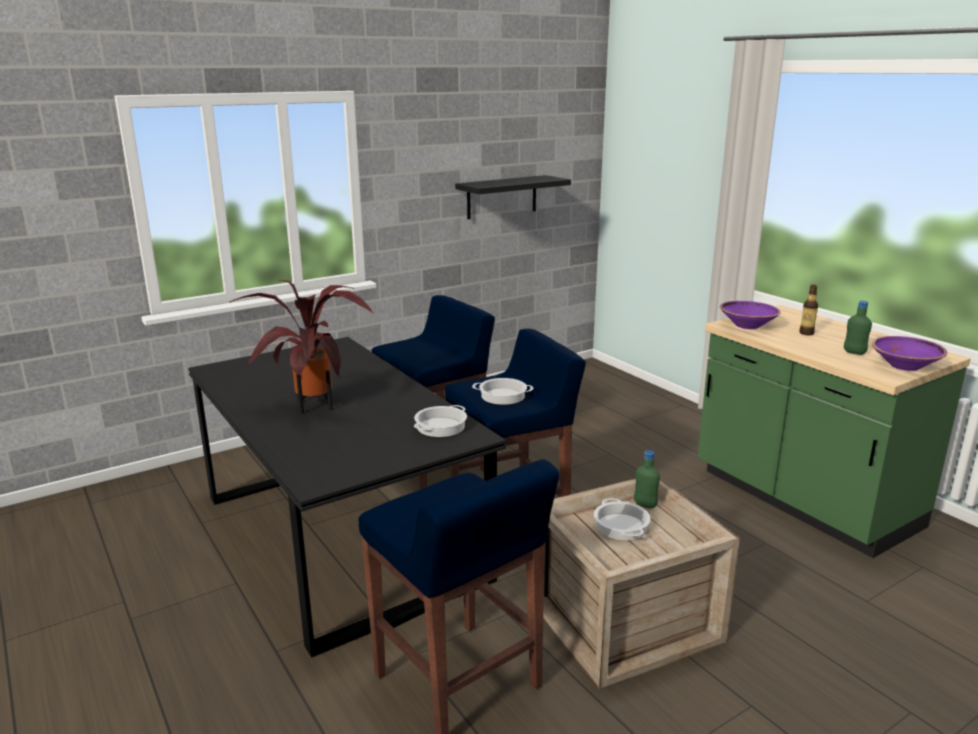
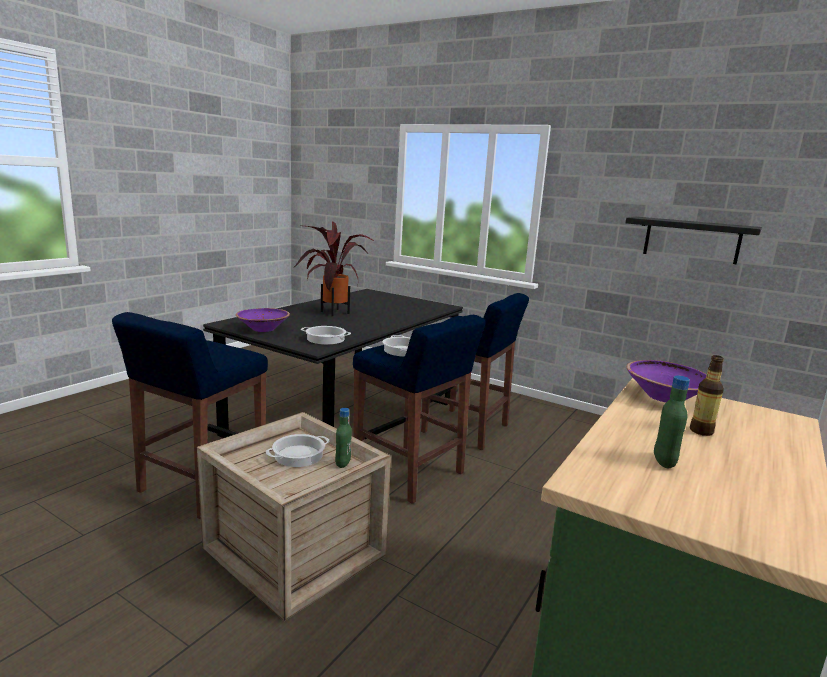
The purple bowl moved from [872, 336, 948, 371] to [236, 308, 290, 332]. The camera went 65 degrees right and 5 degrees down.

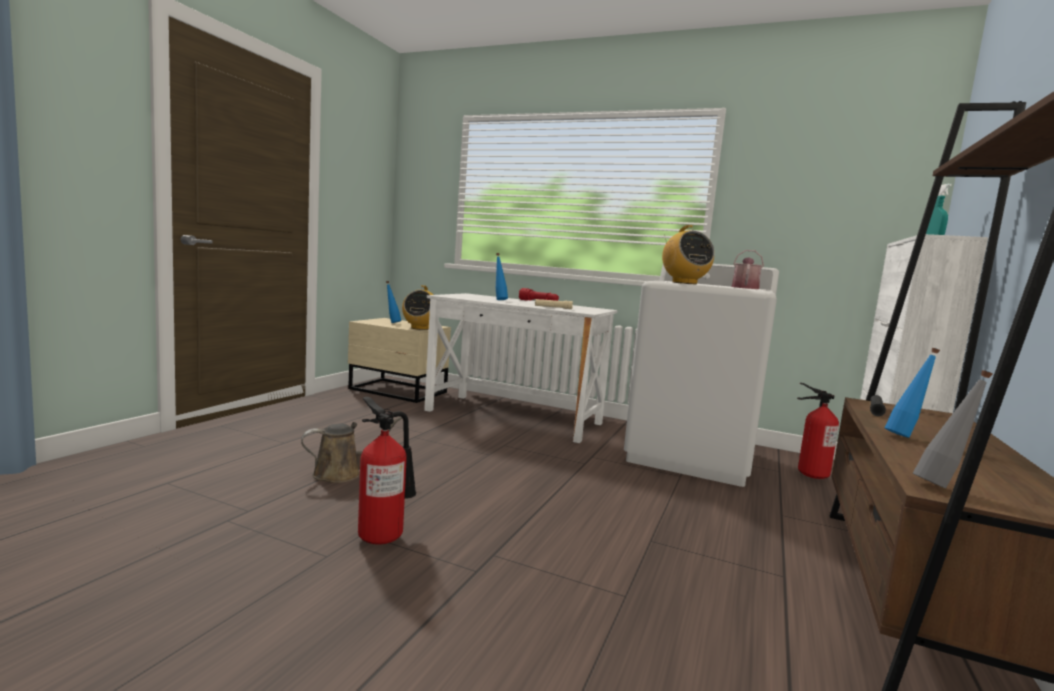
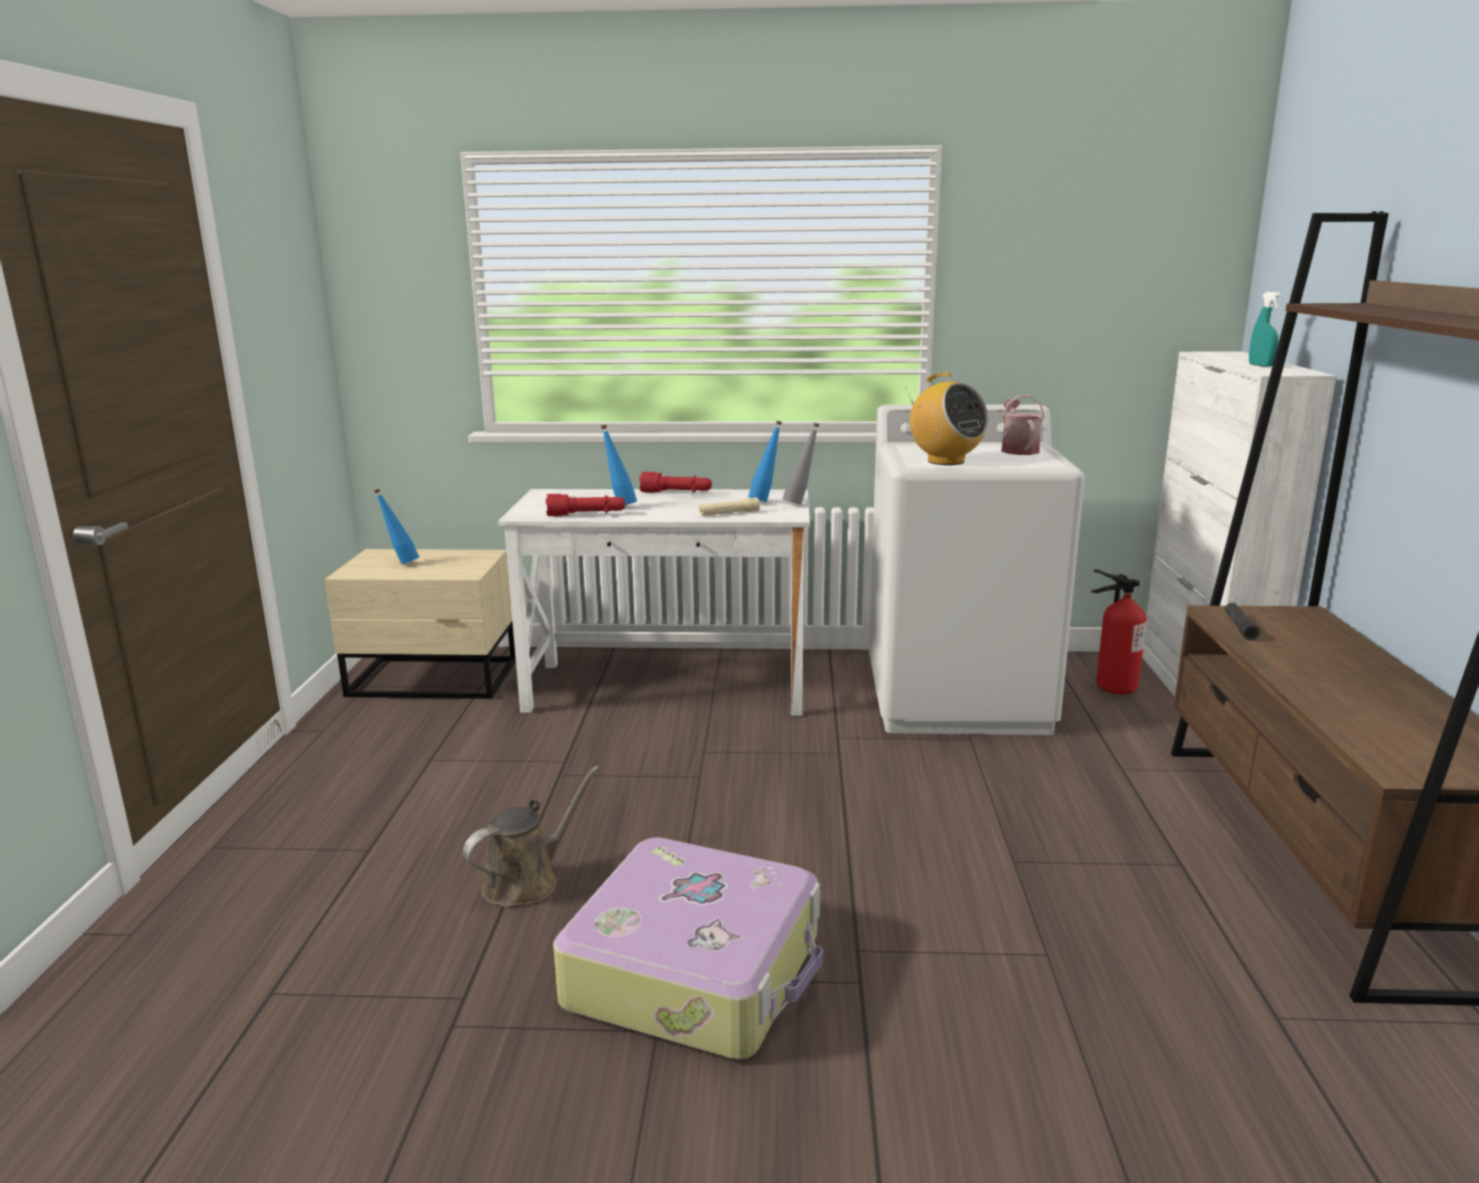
The red flashlight at [546, 494, 625, 516] appeared. The fire extinguisher at [358, 397, 416, 545] was replaced by the suitcase at [553, 837, 823, 1060]. The blue bottle moved from [885, 348, 940, 438] to [748, 421, 782, 502]. The grey bottle moved from [913, 370, 993, 489] to [783, 423, 820, 505]. The radio at [402, 285, 434, 330] disappeared. The camera went 20 degrees left and 10 degrees up.

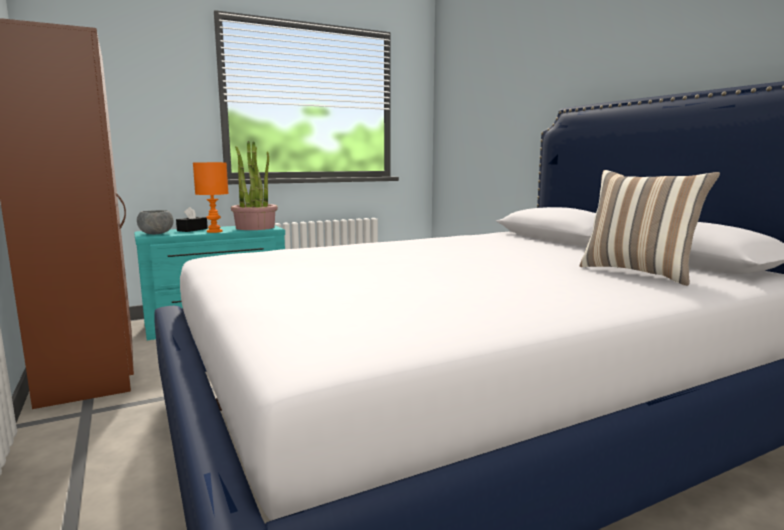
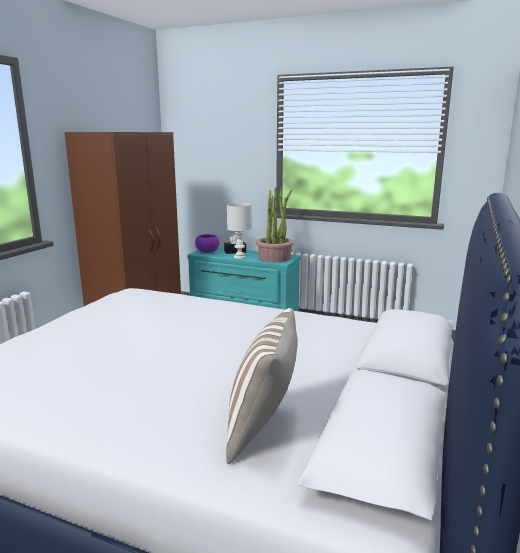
The grey bowl at [137, 210, 173, 234] became the purple bowl at [195, 234, 219, 253]. The orange table lamp at [193, 162, 229, 233] became the white table lamp at [227, 203, 252, 259]. The camera went 50 degrees right and 5 degrees up.

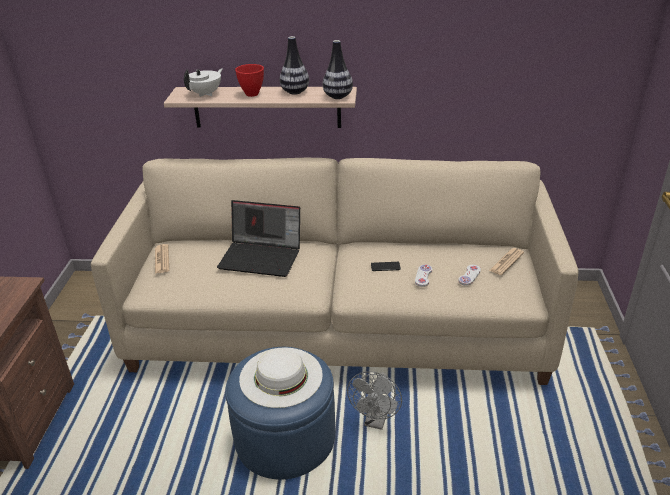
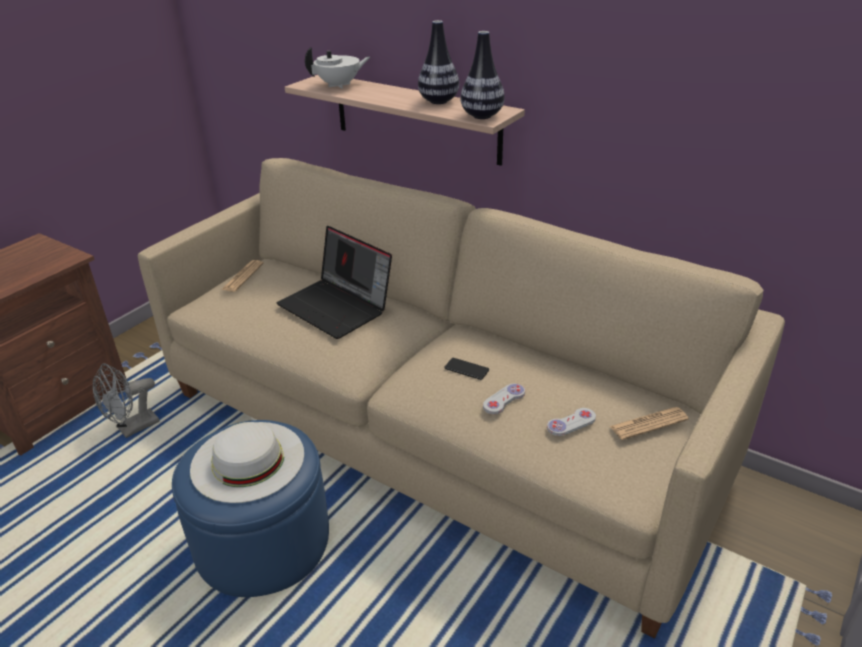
The grey fan moved from [347, 371, 402, 430] to [93, 363, 160, 438]. The red bowl at [235, 64, 264, 97] disappeared. The camera went 30 degrees right and 0 degrees up.

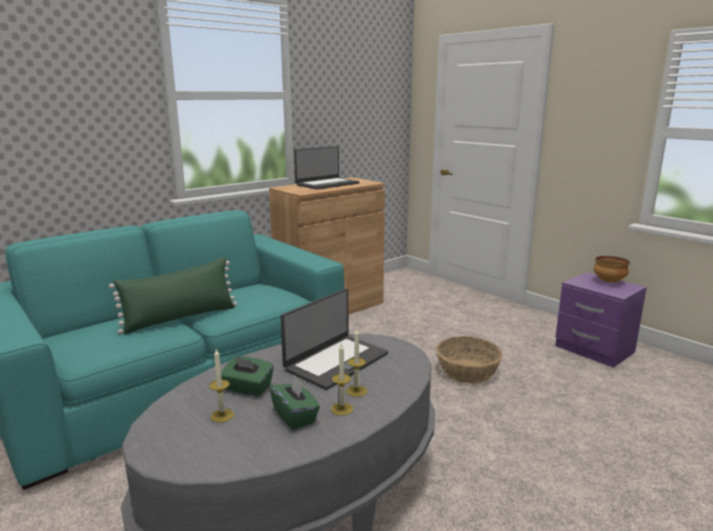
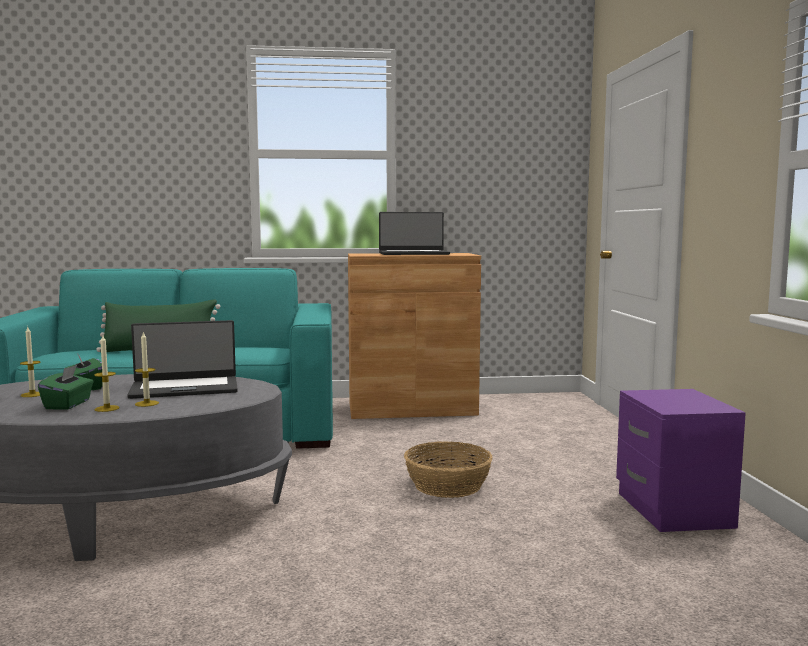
The bowl at [594, 256, 630, 283] disappeared. The camera went 35 degrees right and 10 degrees down.

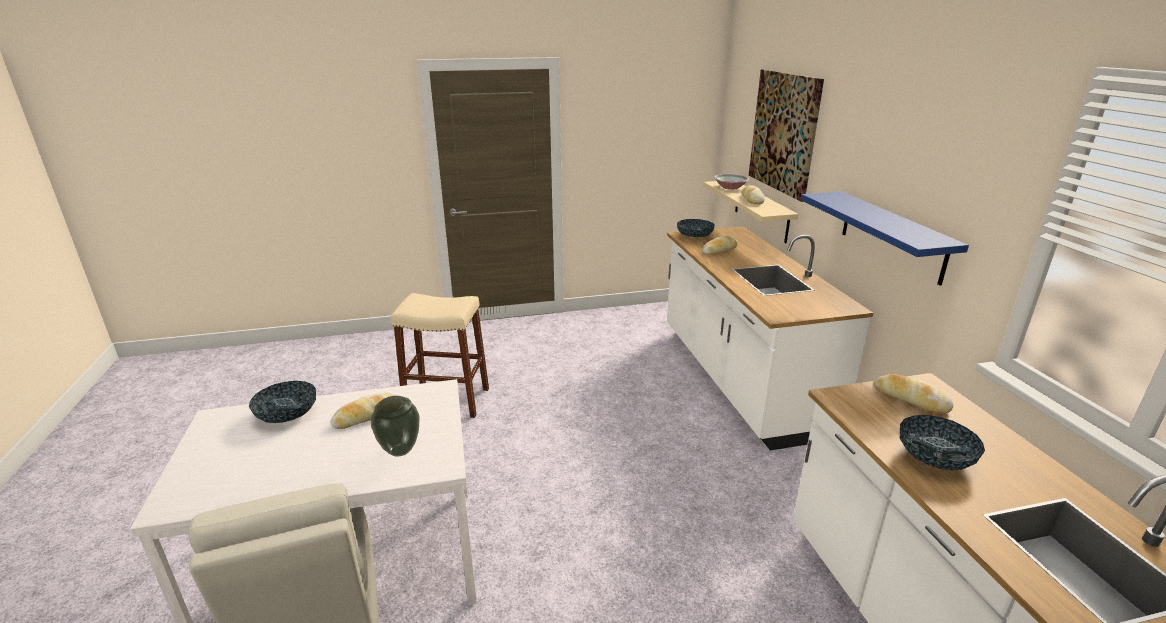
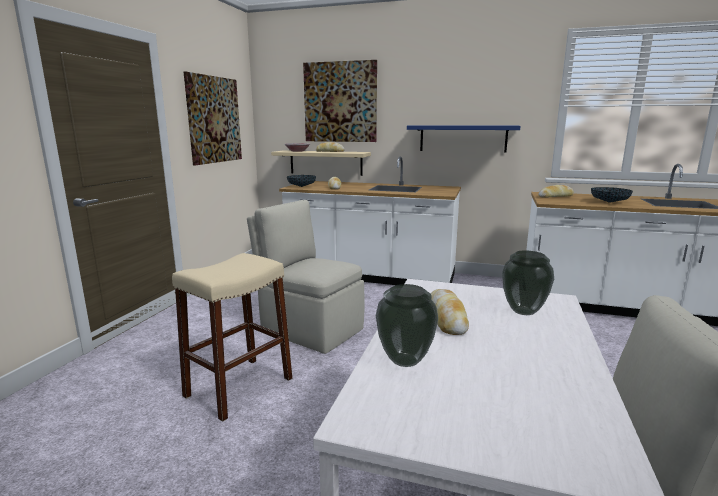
The picture at [184, 72, 242, 165] appeared. The beige chair at [247, 200, 364, 354] appeared. The bowl at [249, 381, 316, 423] was replaced by the vase at [376, 284, 438, 367]. The camera went 60 degrees left and 10 degrees down.

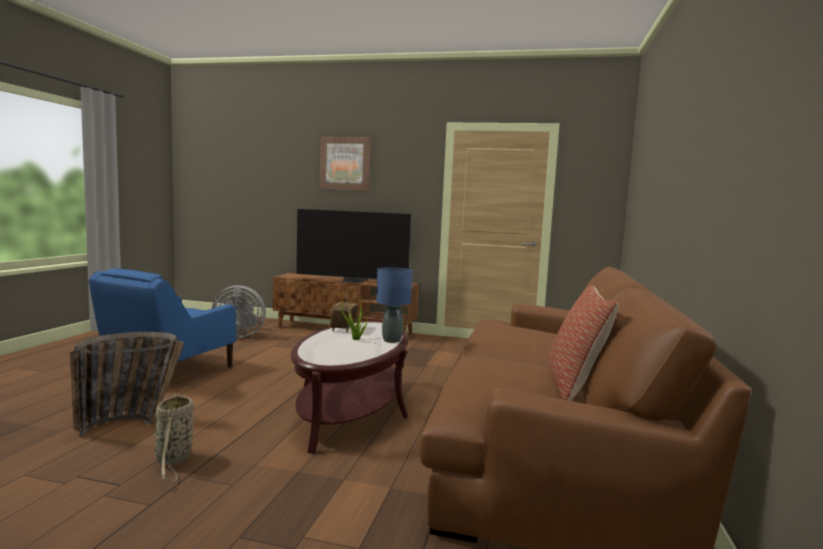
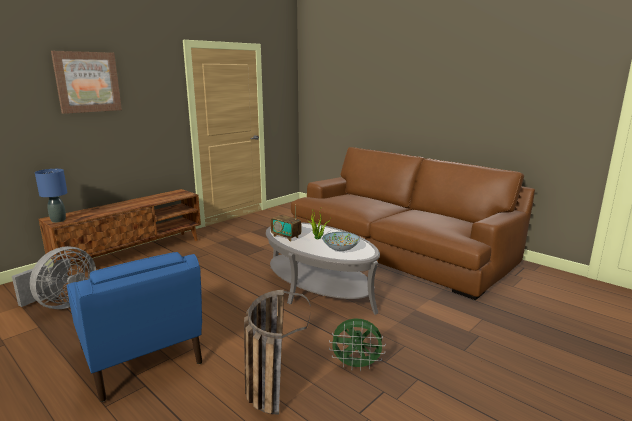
The blue table lamp moved from [376, 268, 412, 343] to [35, 169, 68, 223]. The brown coffee table at [291, 321, 408, 454] became the grey coffee table at [266, 222, 380, 315]. The bowl at [322, 232, 360, 251] appeared. The basket at [153, 393, 194, 481] was replaced by the green fan at [329, 318, 386, 371]. The television at [296, 209, 411, 283] disappeared. The pillow at [548, 285, 619, 401] disappeared. The camera went 60 degrees left and 10 degrees up.

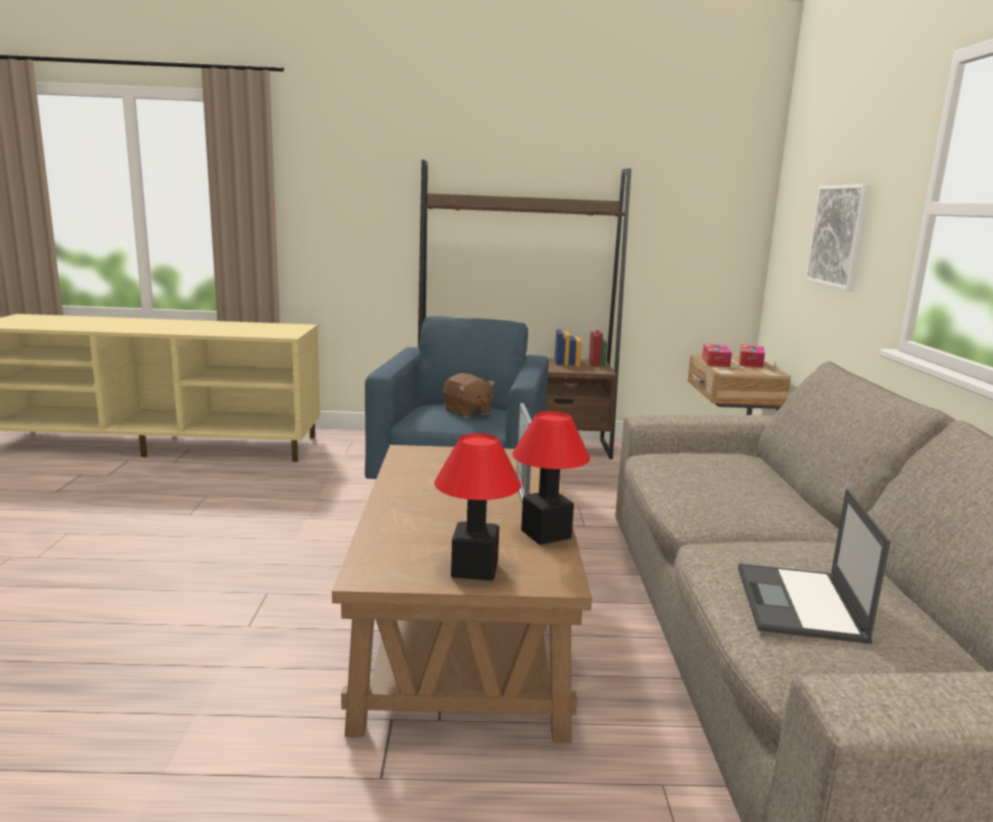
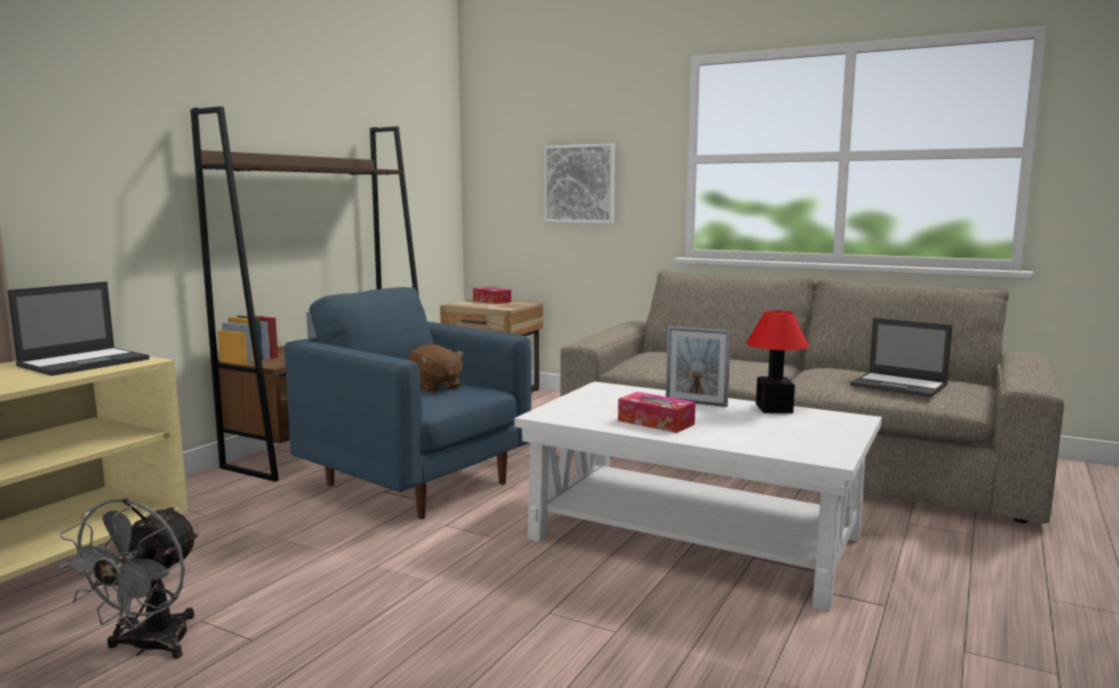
The laptop at [7, 282, 150, 376] appeared. The grey fan at [57, 498, 199, 659] appeared. The brown plush toy at [443, 373, 495, 418] turned 60 degrees clockwise. The brown coffee table at [332, 445, 592, 742] became the white coffee table at [514, 381, 882, 611]. The tissue box moved from [702, 344, 732, 367] to [618, 392, 695, 433]. The table lamp at [434, 433, 521, 580] disappeared. The camera went 60 degrees left and 5 degrees down.

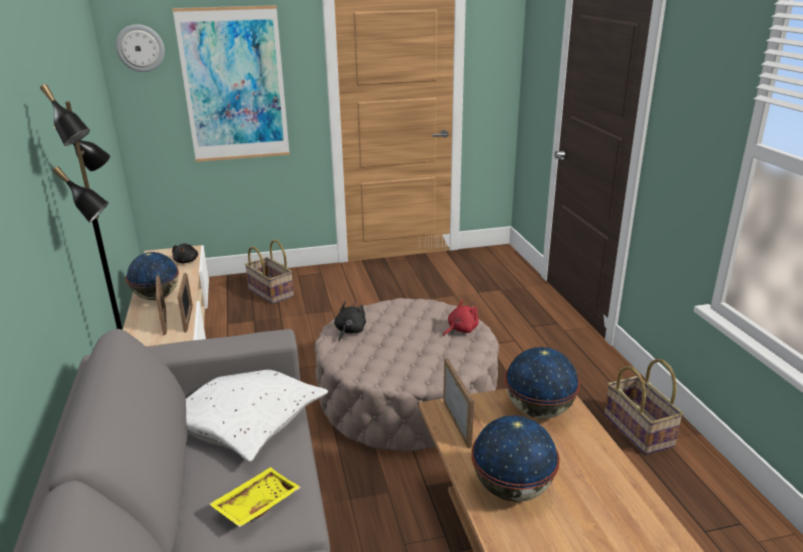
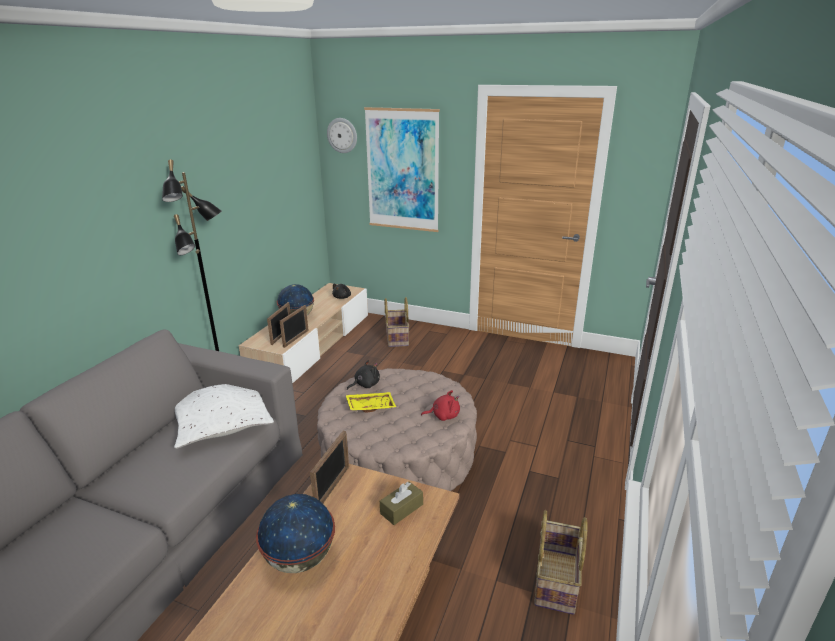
The yellow tray moved from [209, 467, 301, 527] to [346, 392, 397, 412]. The globe at [505, 347, 580, 419] was replaced by the brown tissue box at [380, 482, 423, 525]. The camera went 35 degrees right and 0 degrees up.

